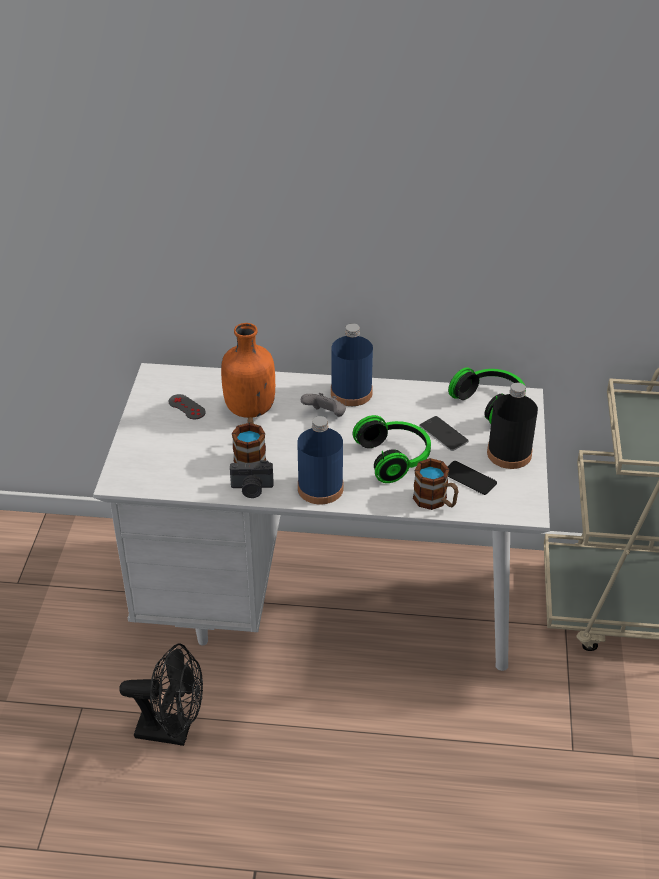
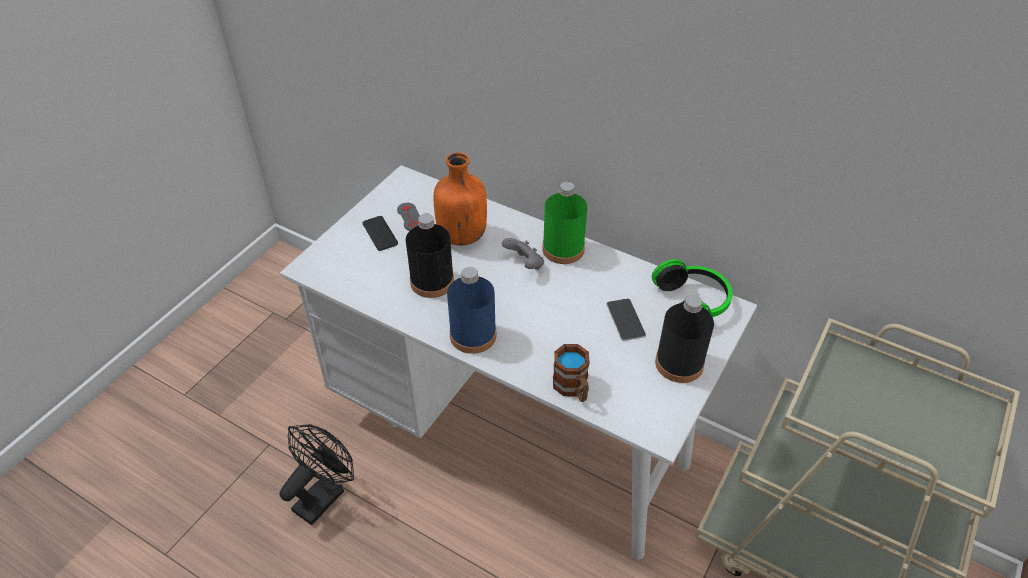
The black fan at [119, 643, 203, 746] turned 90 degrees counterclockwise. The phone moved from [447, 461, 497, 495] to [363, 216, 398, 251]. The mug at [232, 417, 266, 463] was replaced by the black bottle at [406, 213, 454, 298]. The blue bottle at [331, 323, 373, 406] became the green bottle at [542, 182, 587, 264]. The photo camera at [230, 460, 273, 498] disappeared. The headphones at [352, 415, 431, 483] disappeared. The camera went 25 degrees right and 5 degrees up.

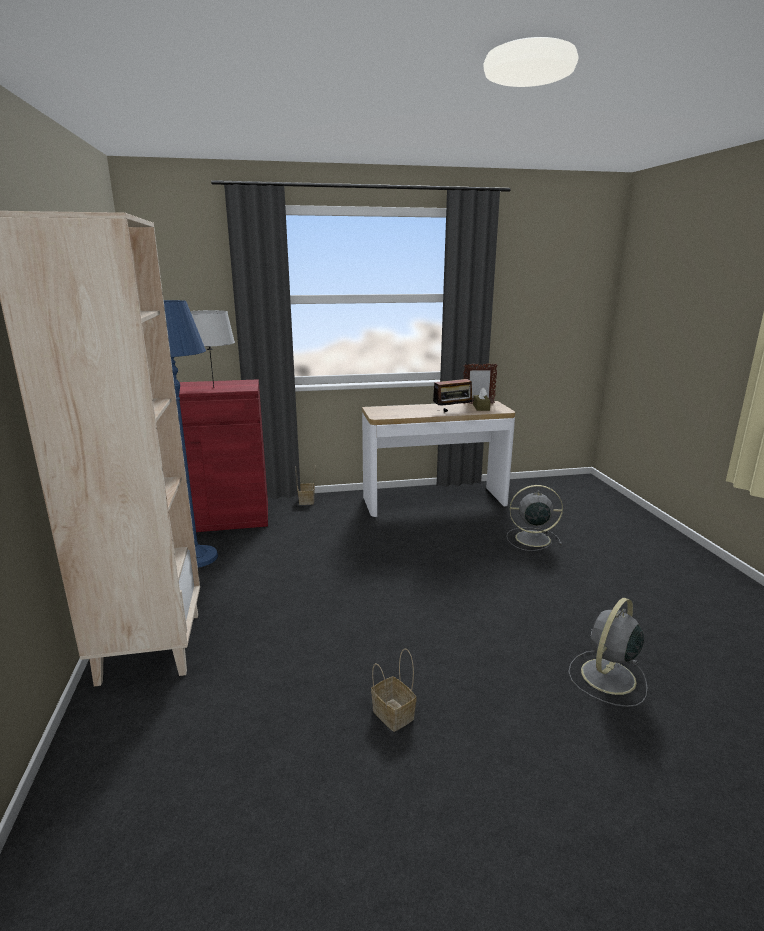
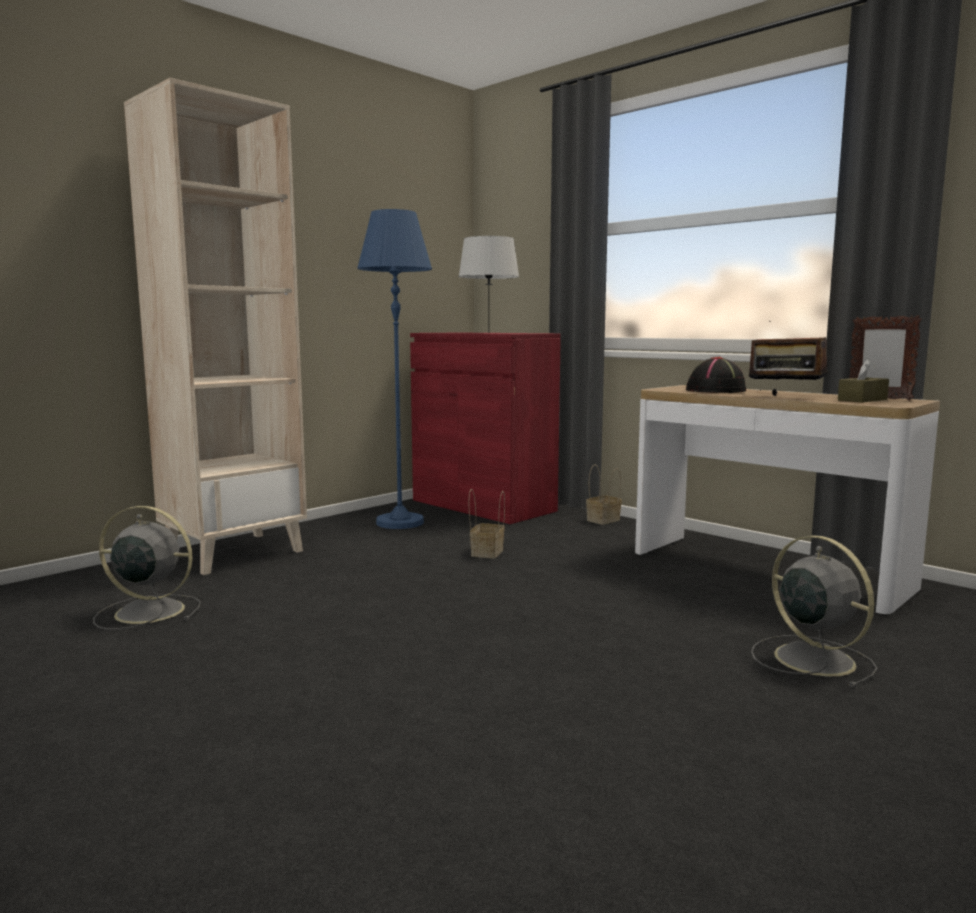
The grey fan moved from [568, 598, 647, 707] to [93, 506, 201, 630]. The basket moved from [371, 648, 416, 732] to [469, 489, 505, 559]. The black hat at [686, 357, 746, 393] appeared. The camera went 55 degrees right and 10 degrees down.

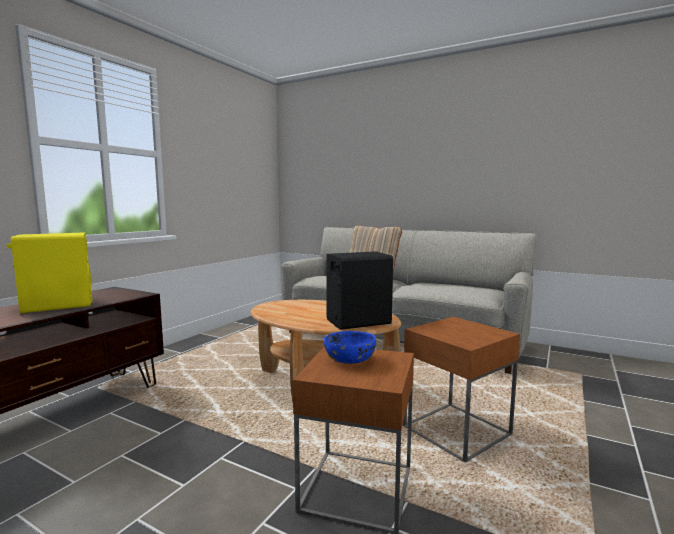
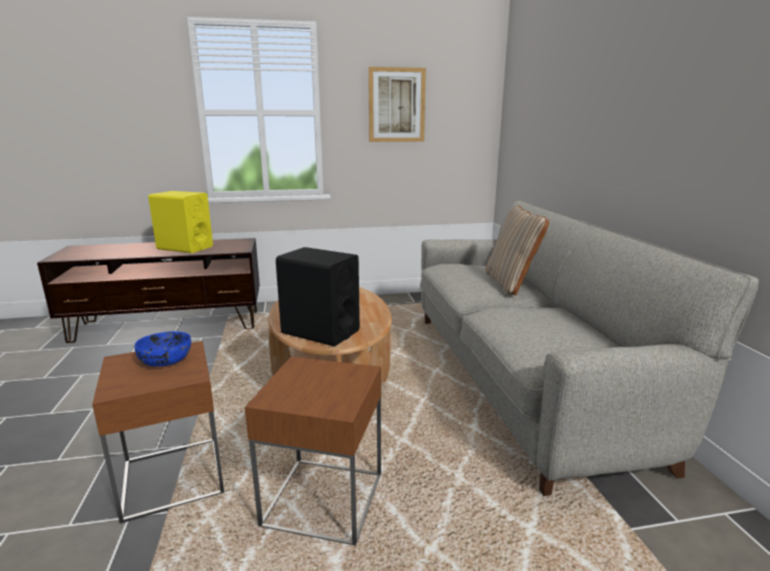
The picture at [368, 67, 426, 142] appeared. The camera went 50 degrees right and 10 degrees up.

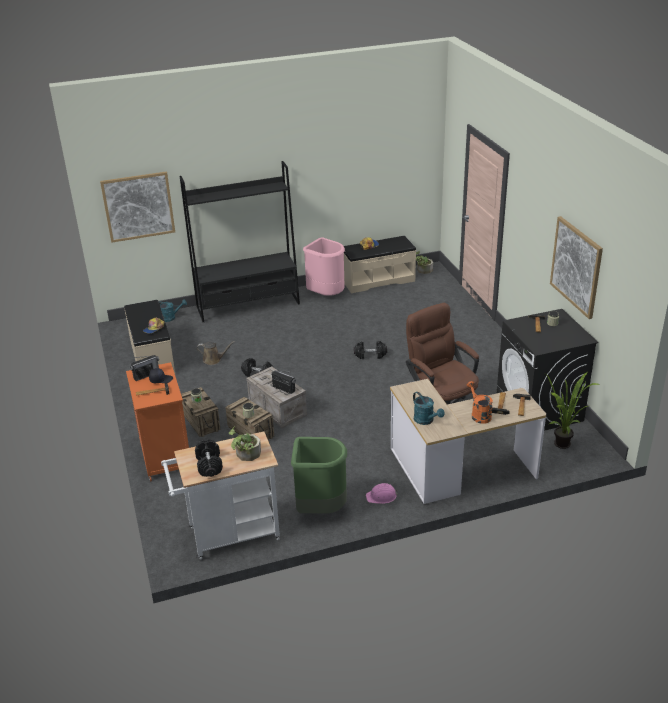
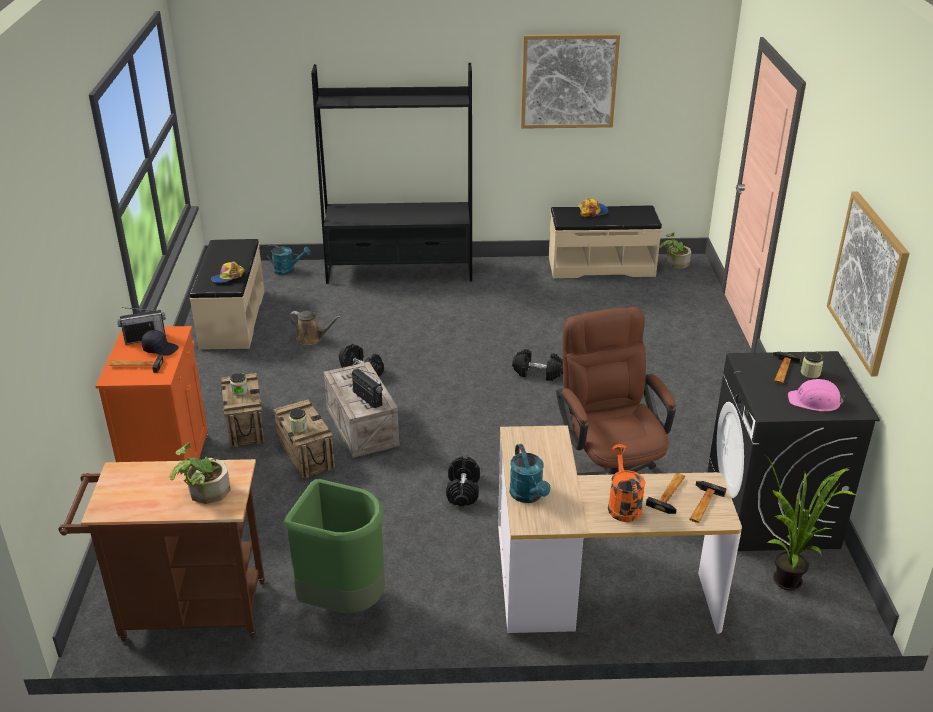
The white cart at [161, 432, 280, 560] became the brown cart at [59, 459, 265, 641]. The black dumbbell moved from [195, 439, 223, 477] to [446, 457, 480, 506]. The picture moved from [100, 171, 175, 243] to [521, 34, 620, 129]. The pink hard hat moved from [366, 483, 398, 504] to [788, 379, 845, 411]. The pink trash can at [303, 237, 345, 296] disappeared. The camera went 15 degrees right and 0 degrees up.

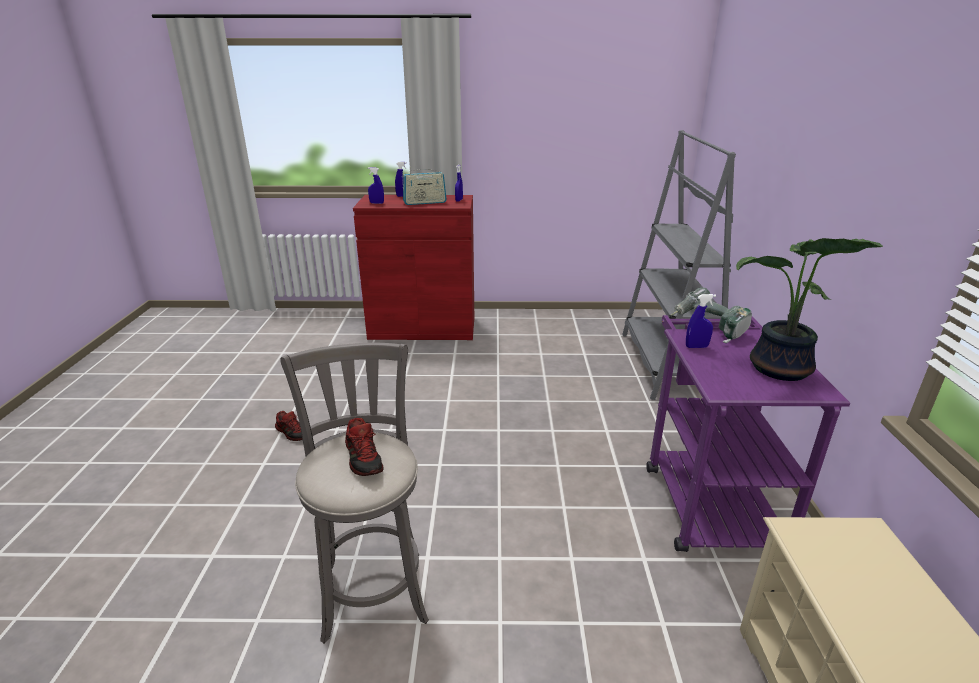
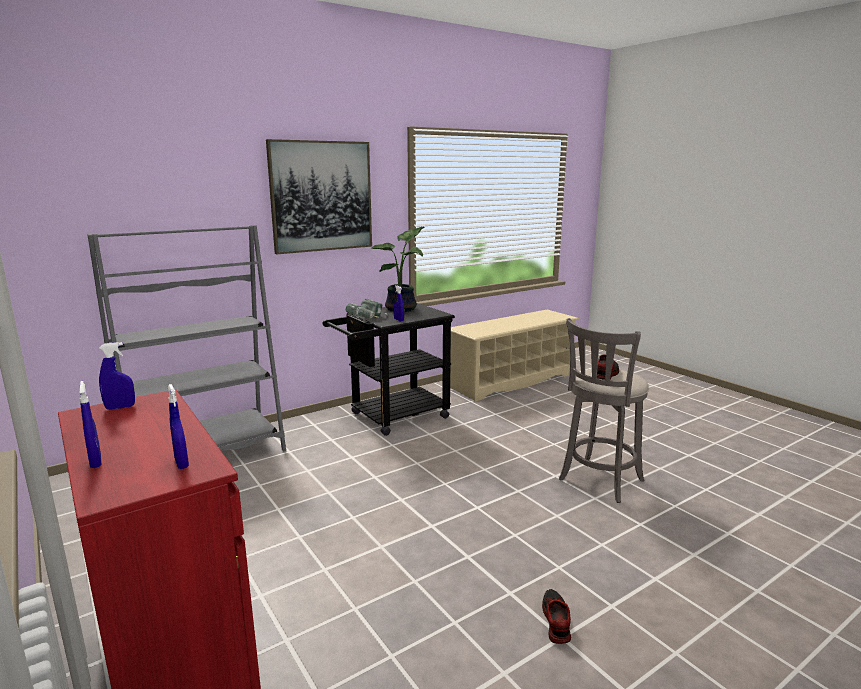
The picture at [266, 139, 372, 254] appeared. The purple cart at [646, 315, 850, 552] became the black cart at [323, 303, 455, 436]. The radio at [402, 167, 447, 205] disappeared. The camera went 125 degrees left and 10 degrees down.

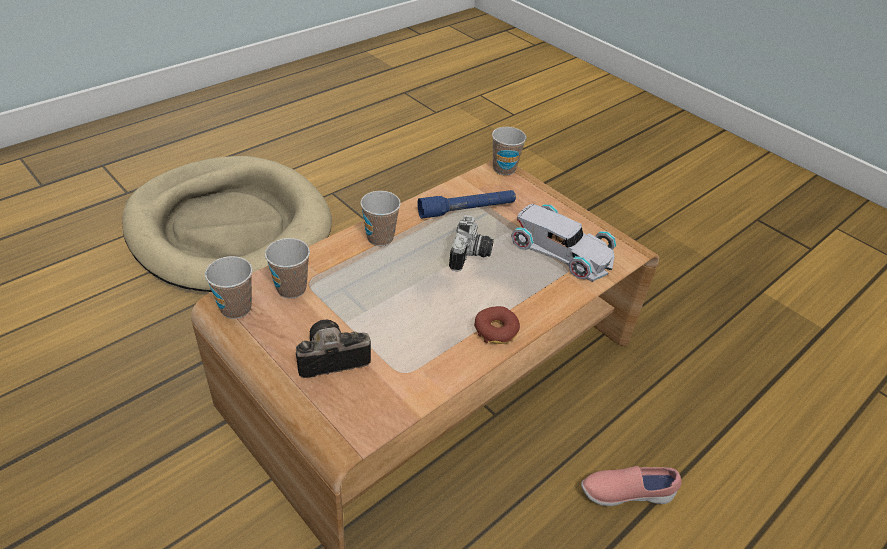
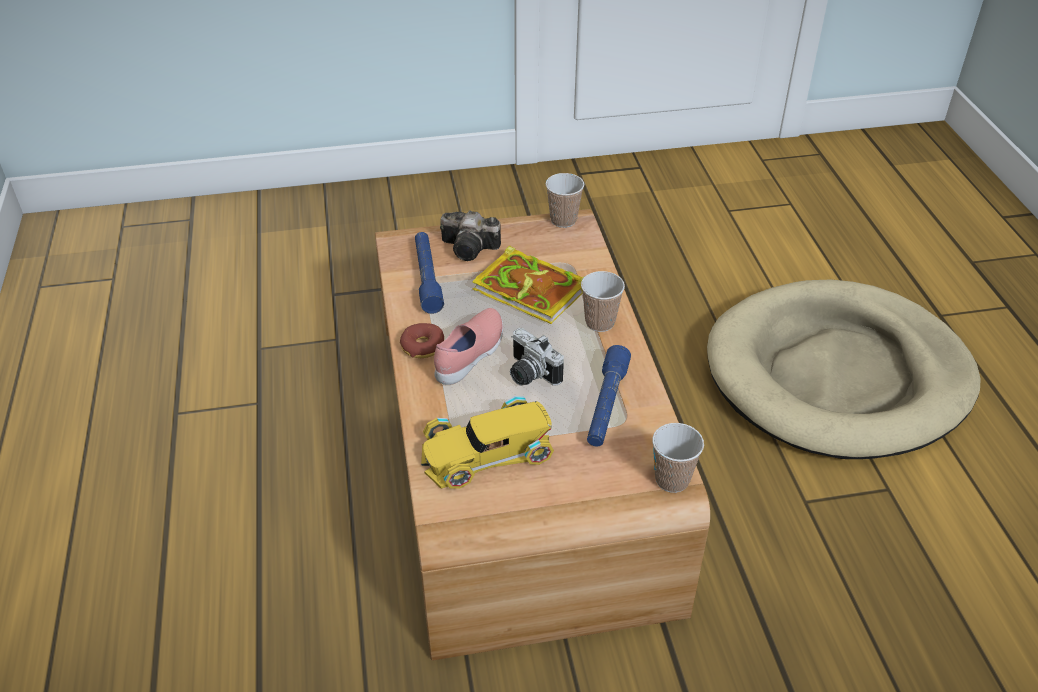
The blue flashlight at [415, 232, 444, 314] appeared. The white toy car at [511, 204, 617, 282] became the yellow toy car at [421, 396, 554, 489]. The pink shoe moved from [581, 466, 682, 506] to [434, 308, 503, 385]. The photo camera at [296, 320, 371, 378] turned 90 degrees clockwise. The book at [472, 246, 584, 324] appeared. The cup at [265, 238, 310, 299] disappeared. The camera went 125 degrees right and 0 degrees up.

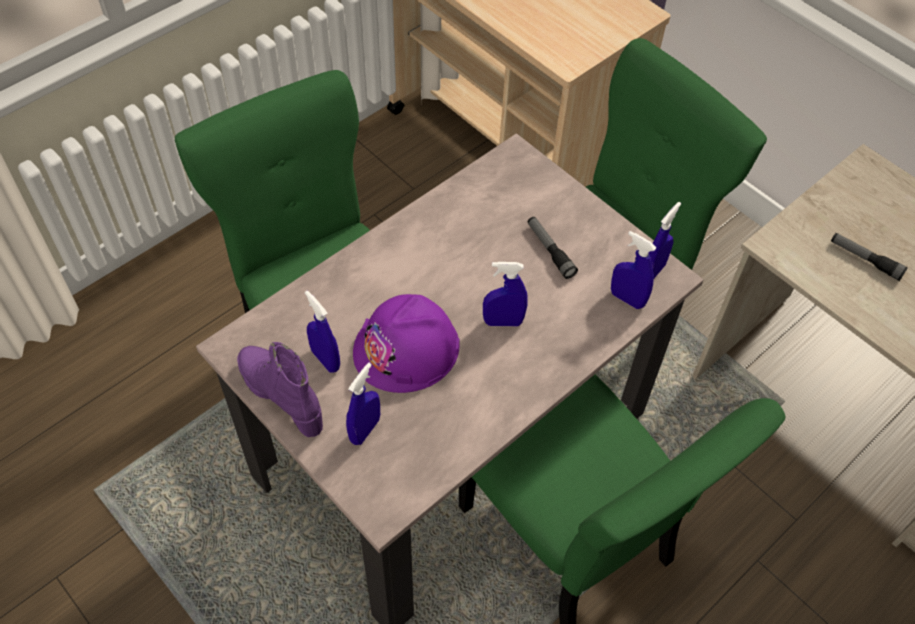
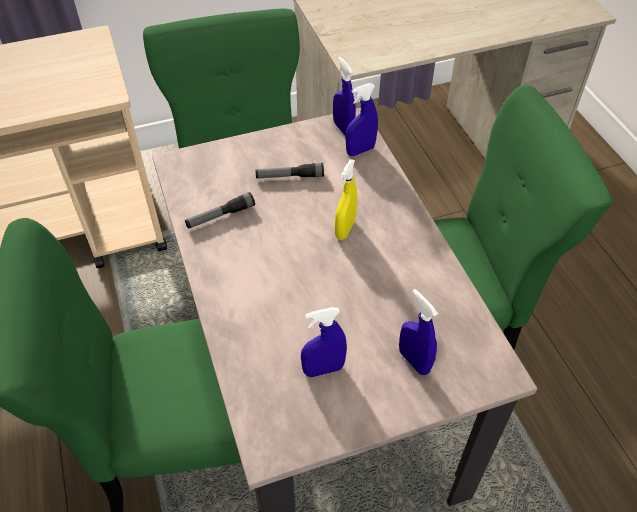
The flashlight moved from [831, 233, 908, 281] to [185, 192, 255, 229]. The blue spray bottle at [483, 262, 528, 326] became the yellow spray bottle at [335, 159, 357, 240]. The purple boot at [237, 342, 323, 437] disappeared. The purple hard hat at [353, 294, 460, 393] disappeared. The camera went 65 degrees left and 5 degrees down.

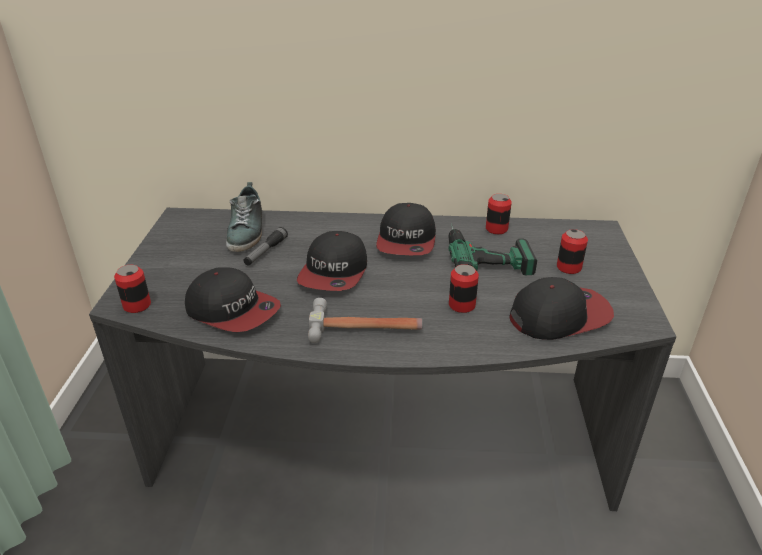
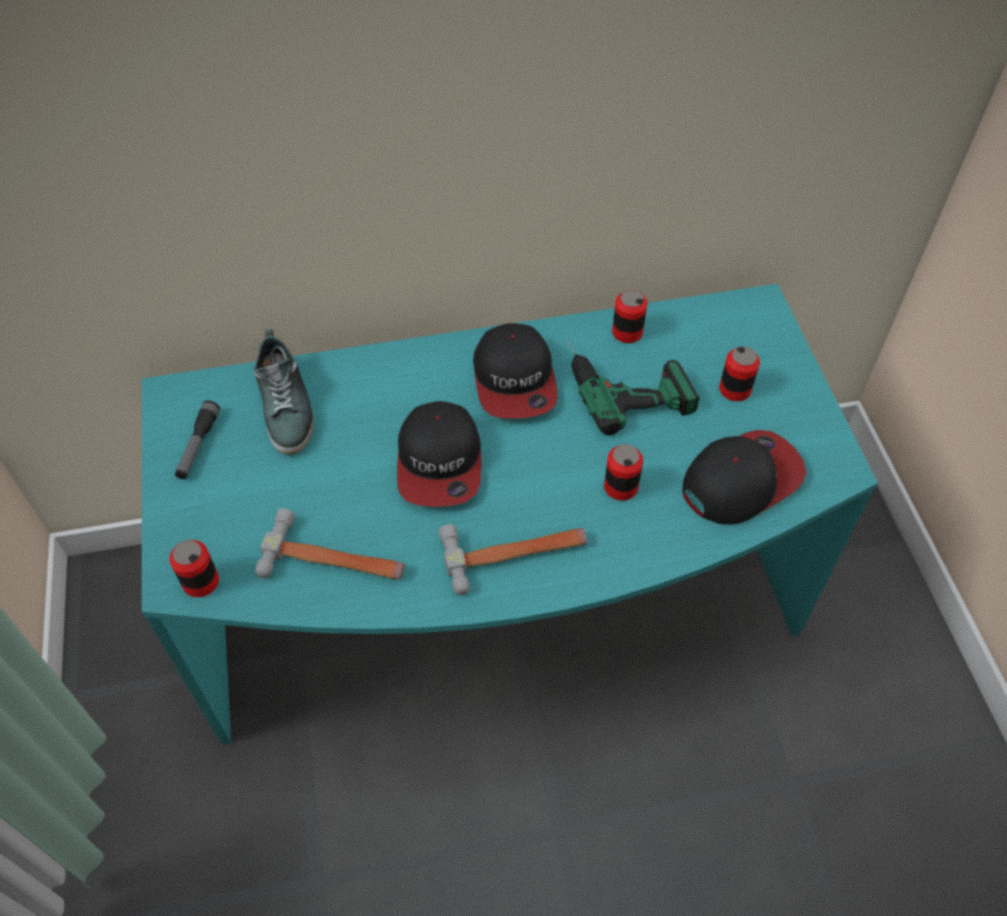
The grey desk at [89, 208, 676, 511] became the turquoise desk at [142, 284, 878, 745]. The flashlight moved from [243, 227, 288, 265] to [175, 400, 220, 479]. The cap at [185, 267, 281, 332] was replaced by the hammer at [255, 508, 405, 580]. The camera went 15 degrees left and 20 degrees up.

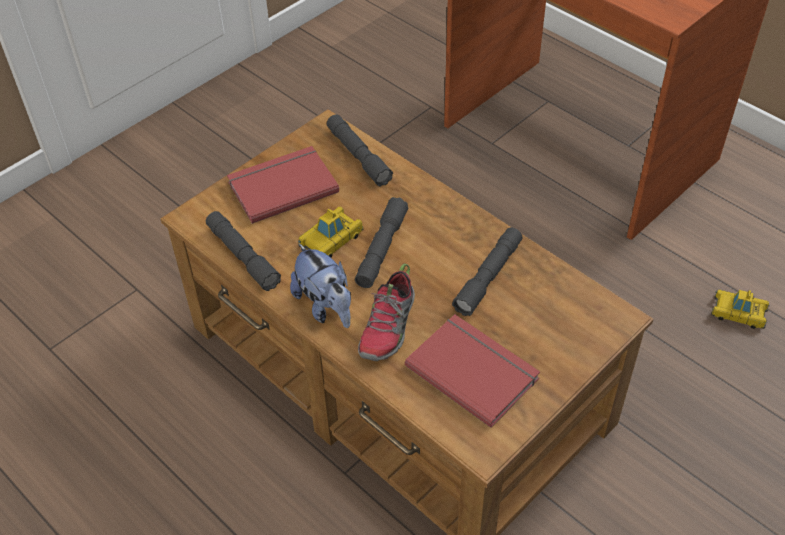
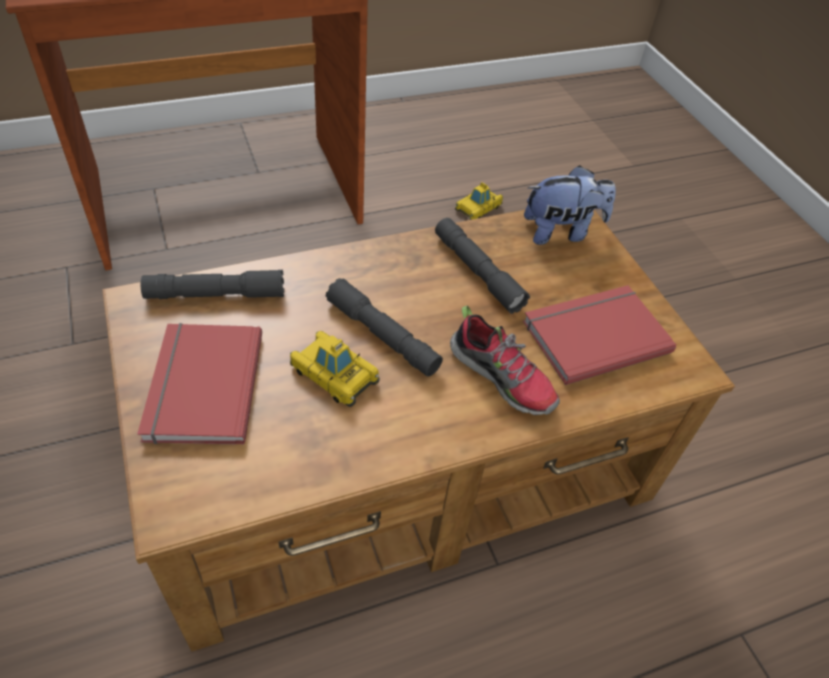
The toy car at [298, 207, 363, 258] turned 150 degrees clockwise. The plush toy moved from [290, 243, 351, 328] to [524, 166, 616, 245]. The grey flashlight at [206, 211, 281, 291] disappeared. The camera went 70 degrees left and 0 degrees up.

